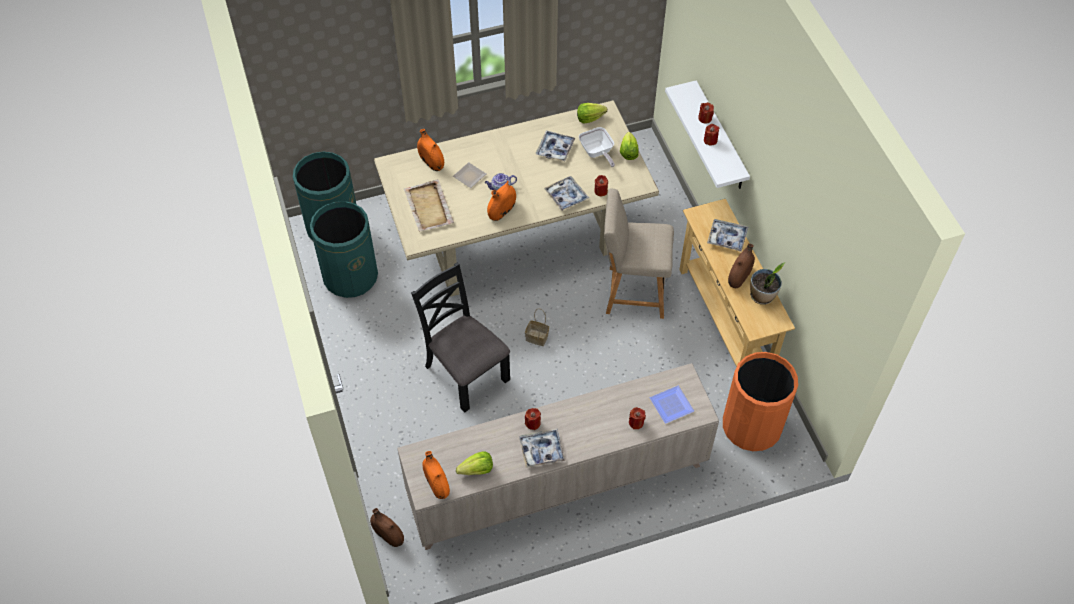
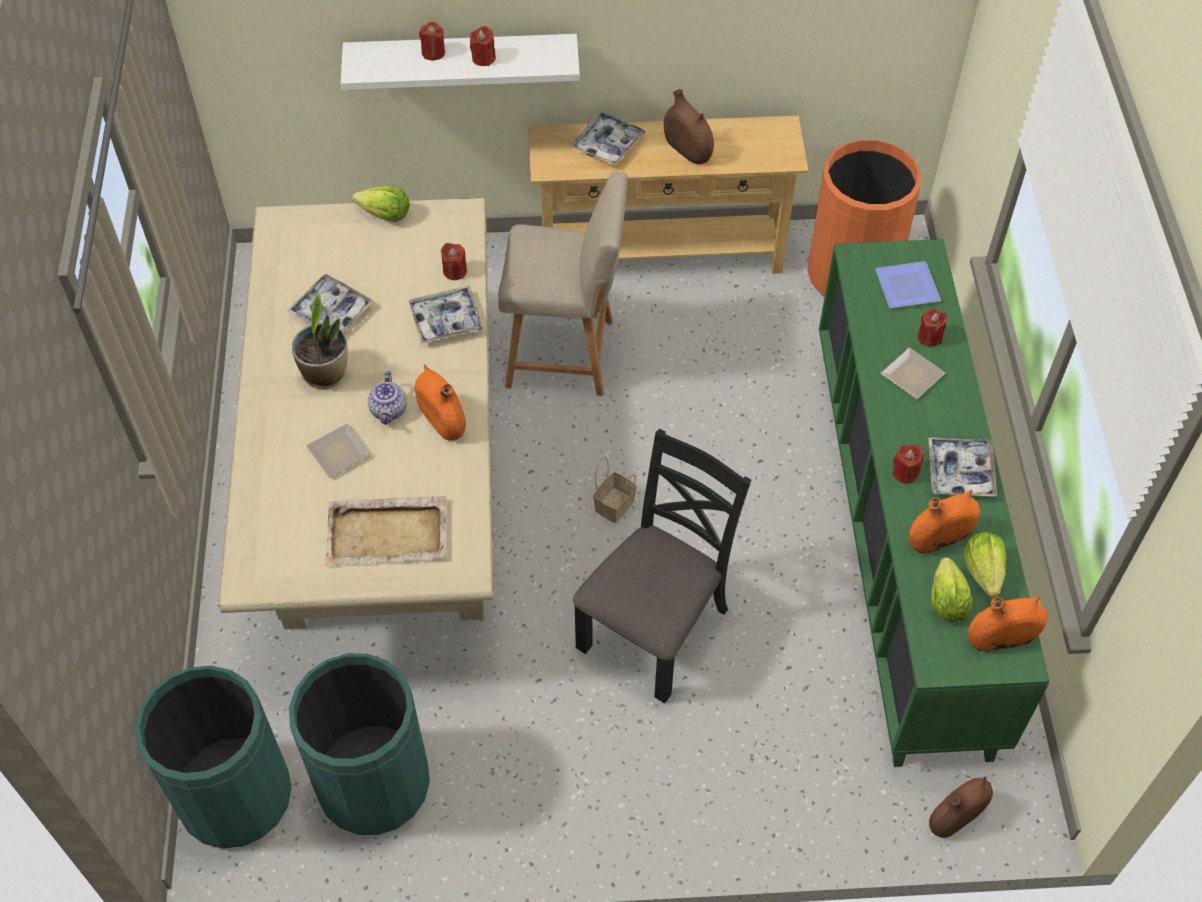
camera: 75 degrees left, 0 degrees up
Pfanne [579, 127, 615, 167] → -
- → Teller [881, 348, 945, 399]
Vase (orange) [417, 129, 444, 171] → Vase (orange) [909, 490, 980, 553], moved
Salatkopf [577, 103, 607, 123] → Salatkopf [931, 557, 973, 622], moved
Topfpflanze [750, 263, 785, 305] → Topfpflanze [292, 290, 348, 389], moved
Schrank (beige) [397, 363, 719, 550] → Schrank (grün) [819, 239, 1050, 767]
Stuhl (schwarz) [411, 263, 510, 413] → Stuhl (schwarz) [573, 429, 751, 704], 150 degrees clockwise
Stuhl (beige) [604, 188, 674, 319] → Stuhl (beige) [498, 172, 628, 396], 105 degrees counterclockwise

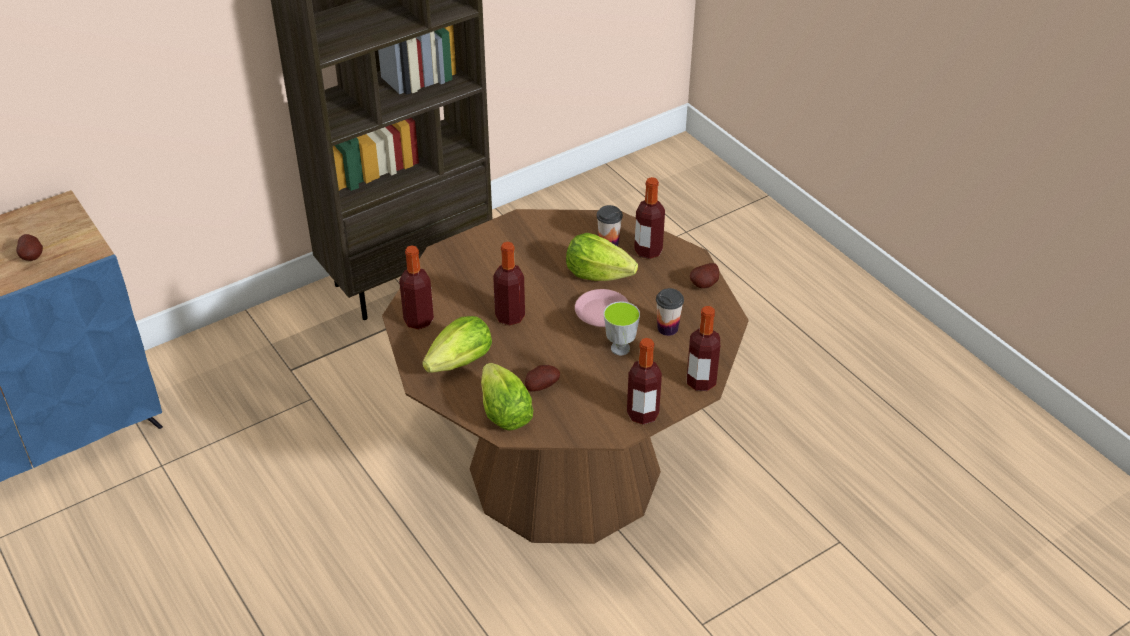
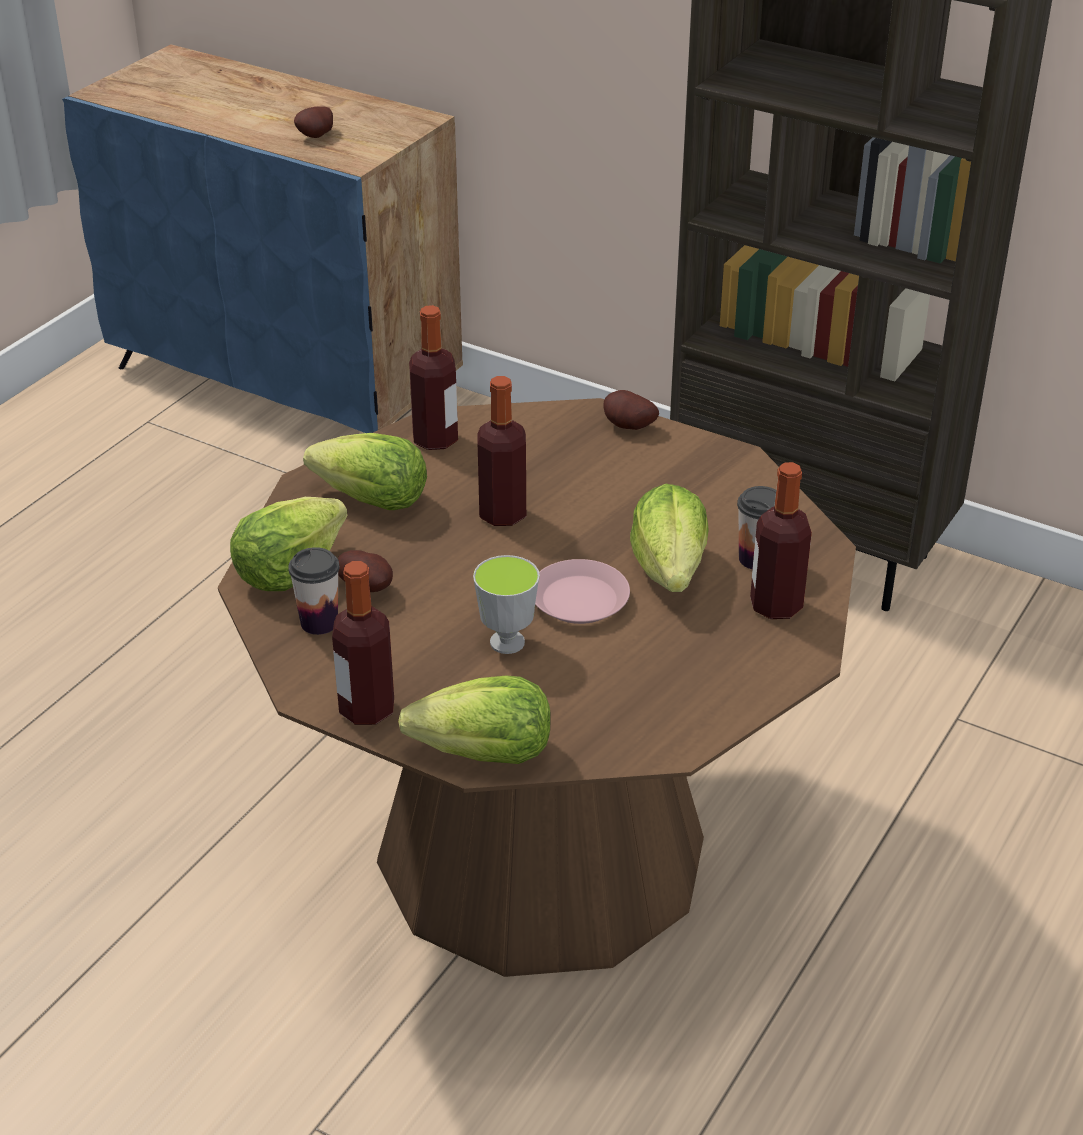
camera: 65 degrees right, 5 degrees down
Tasse [656, 288, 684, 336] → Tasse [288, 547, 340, 635], moved
Kartoffel [690, 263, 719, 288] → Kartoffel [603, 390, 659, 430], moved
Flasche [687, 306, 720, 391] → Salatkopf [398, 676, 550, 764]

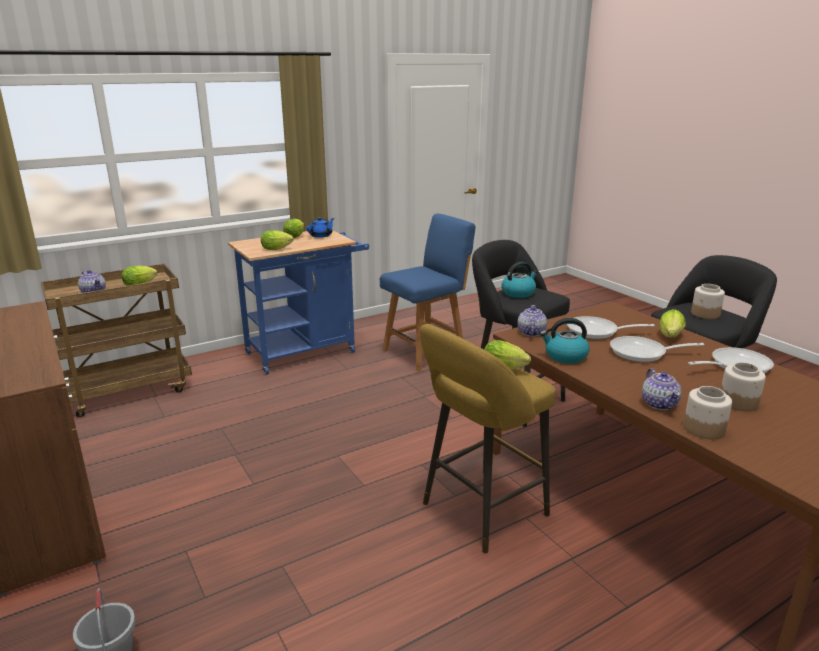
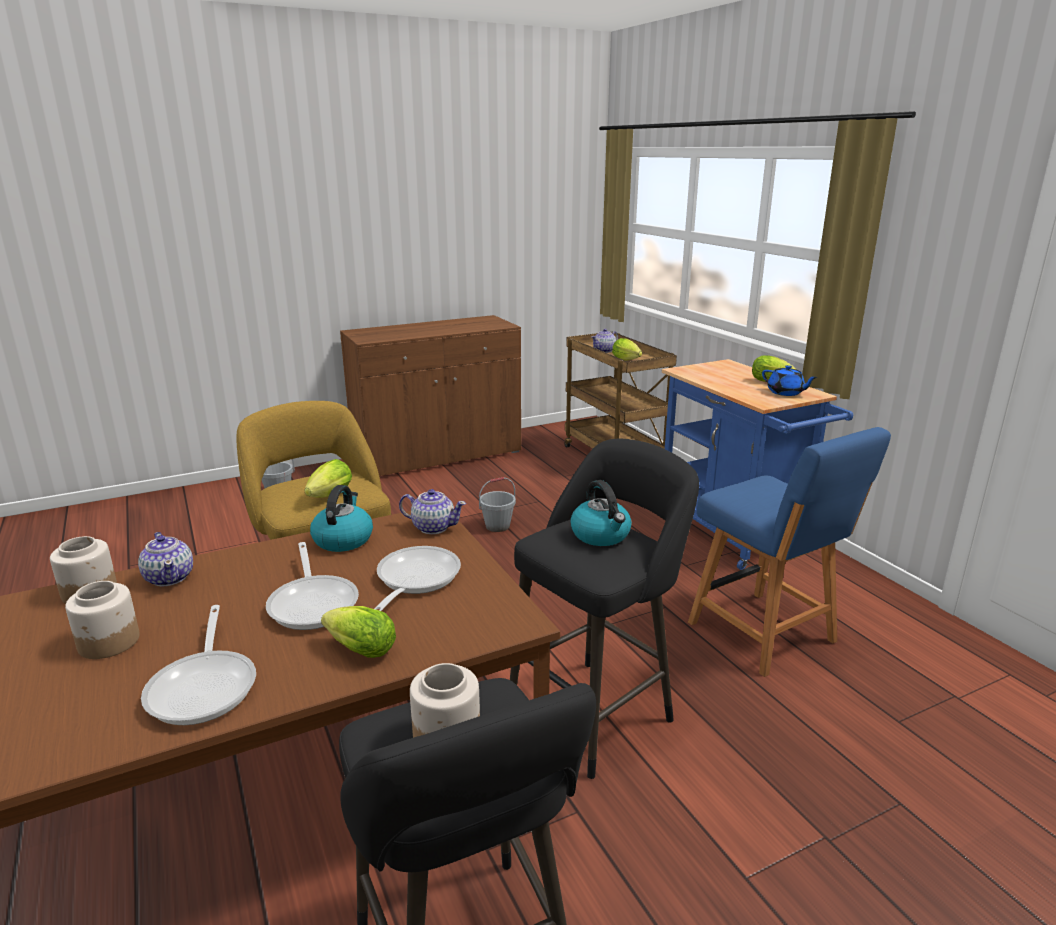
camera: 95 degrees right, 0 degrees up
Salatkopf [261, 230, 293, 250] → -
- → Eimer (grau) [479, 477, 516, 532]
Pfanne [610, 336, 704, 362] → Pfanne [266, 542, 359, 630], 150 degrees clockwise
Teekanne [642, 368, 681, 410] → Teekanne [138, 532, 193, 586], 120 degrees counterclockwise

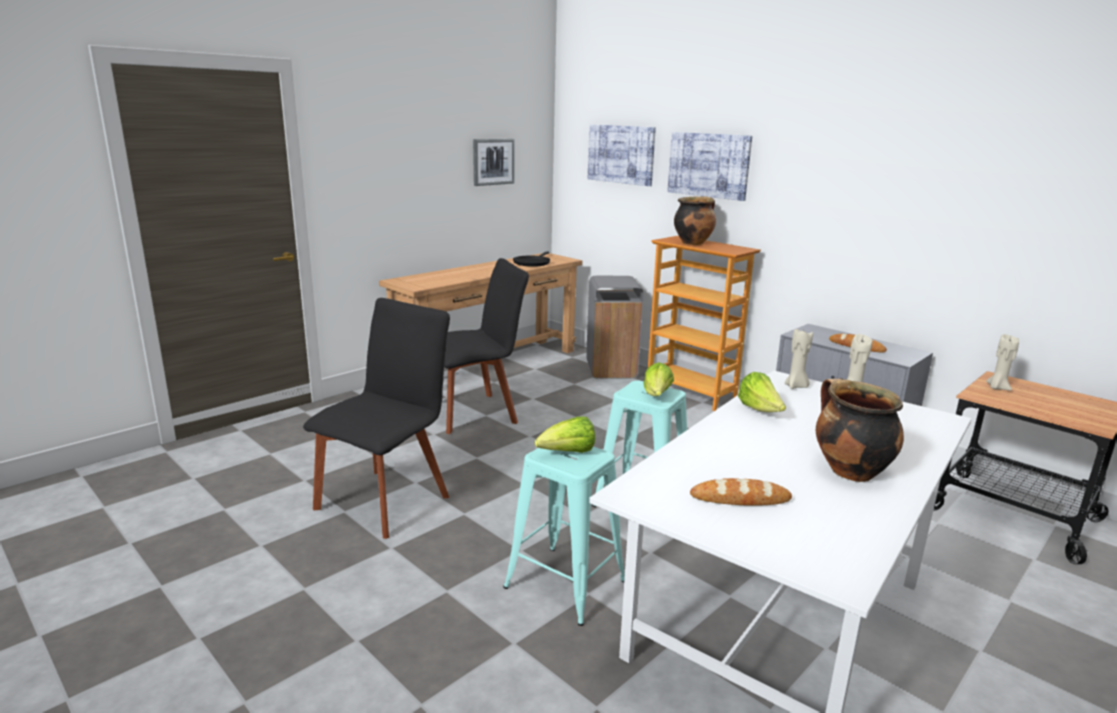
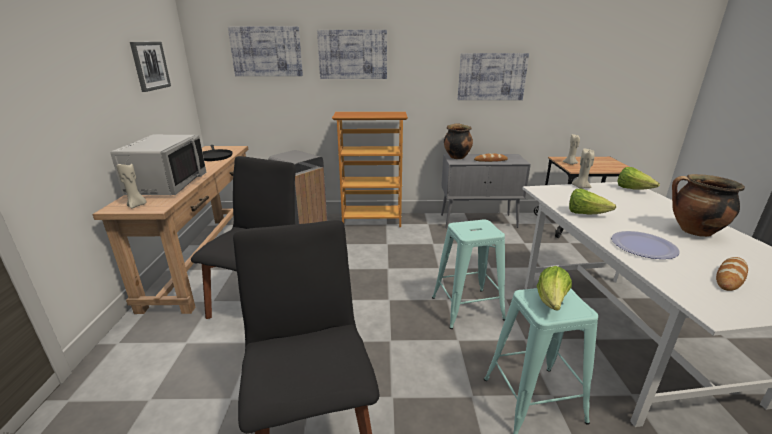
camera: 45 degrees left, 5 degrees up
- → Mikrowelle (grau) [110, 135, 206, 195]
- → Bild [458, 53, 529, 100]
- → Teller [611, 231, 680, 259]
Salatkopf [643, 362, 674, 396] → Salatkopf [617, 167, 660, 190], moved
Kochtopf [674, 197, 716, 245] → Kochtopf [444, 123, 473, 159], moved
Kerze (beige) [785, 329, 813, 389] → Kerze (beige) [116, 164, 147, 208], moved

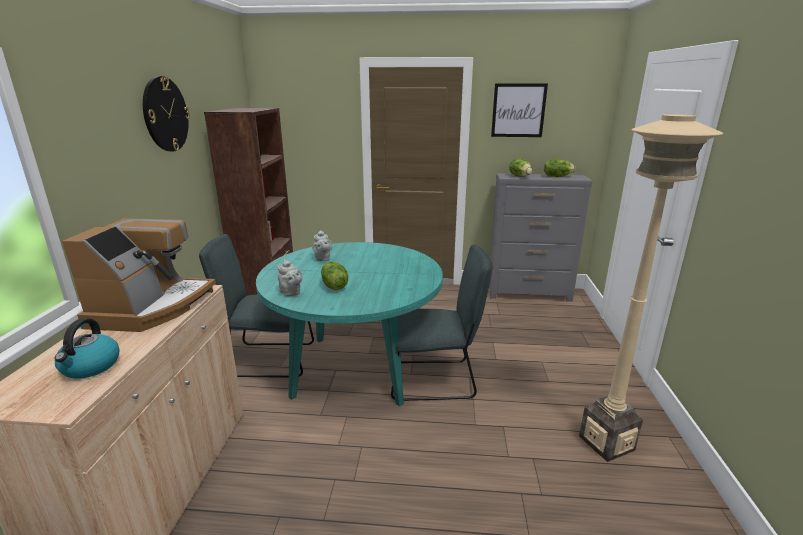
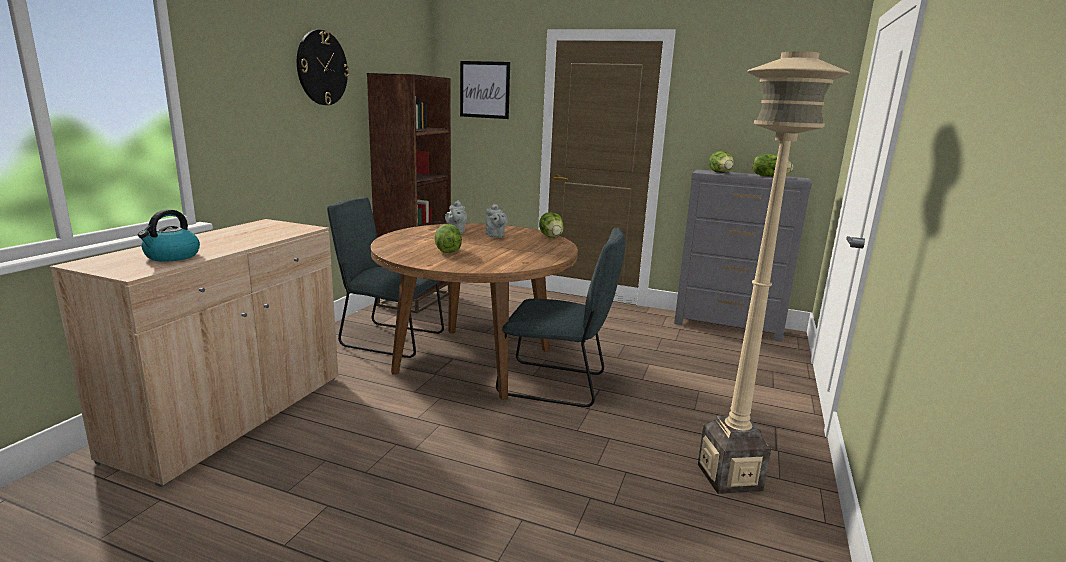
camera: 15 degrees right, 5 degrees down
Kaffeemaschine [62, 218, 216, 332] → -
- → Salatkopf [539, 212, 564, 238]
Teekanne (grau) [278, 259, 303, 296] → Teekanne (grau) [485, 204, 508, 238], moved
Bild [491, 83, 548, 137] → Bild [460, 61, 510, 119], moved
Esstisch (türkis) [256, 242, 443, 406] → Esstisch (braun) [371, 223, 578, 400]

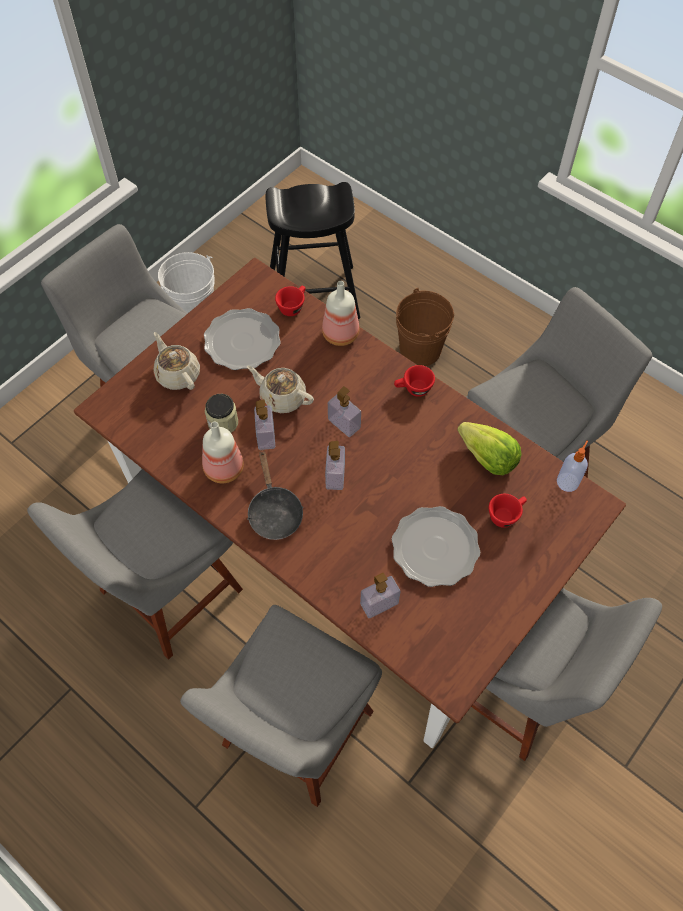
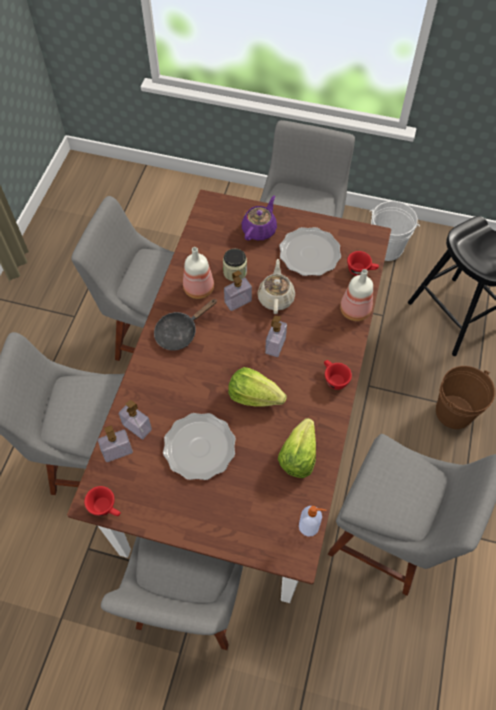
camera: 65 degrees right, 0 degrees up
- → Salatkopf [228, 367, 287, 407]
Seifenspender [325, 441, 345, 490] → Seifenspender [98, 425, 133, 462], moved
Tasse (rot) [489, 494, 527, 528] → Tasse (rot) [84, 486, 121, 516], moved
Teekanne (beige) [153, 332, 200, 390] → Teekanne (lila) [241, 196, 277, 241]

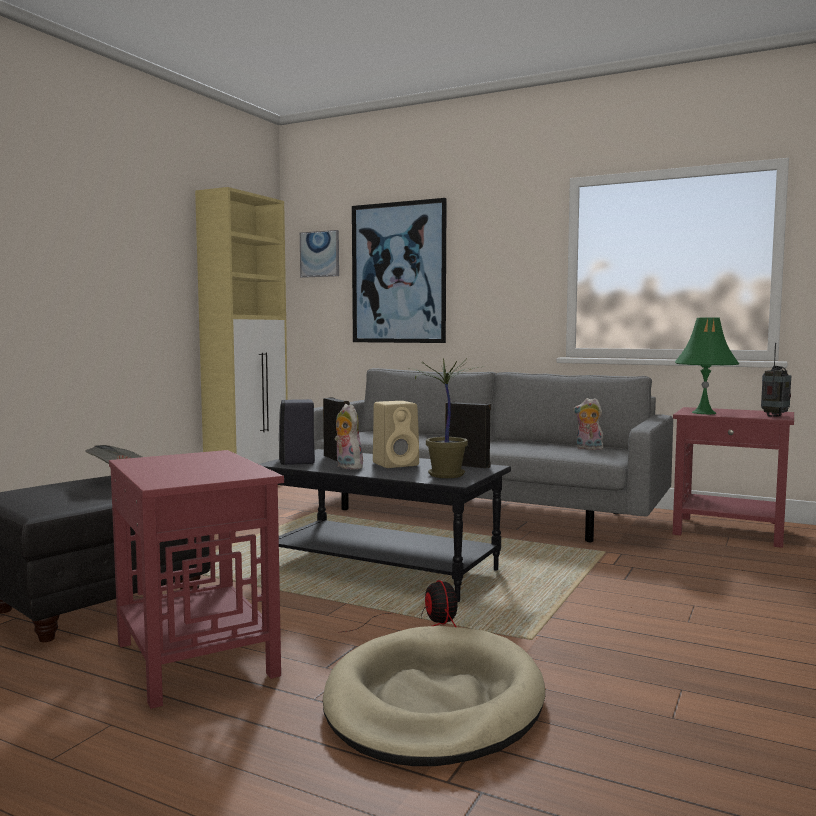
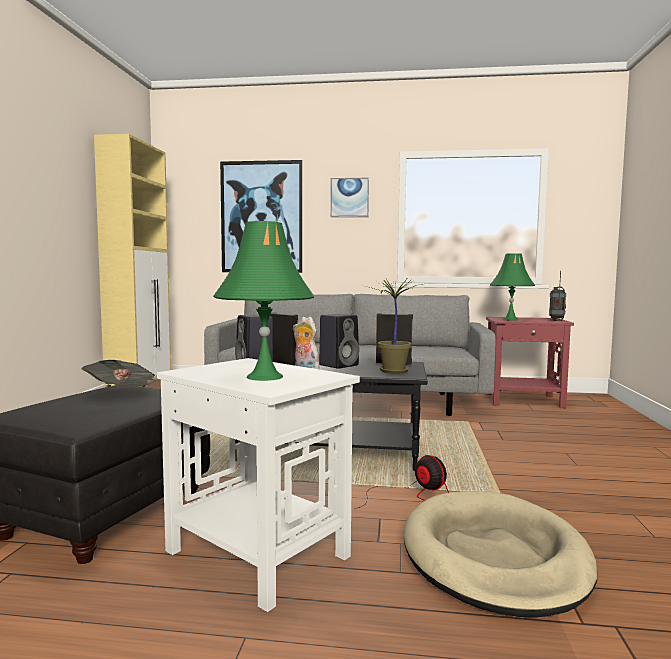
camera: 20 degrees left, 0 degrees up
Plüschtier [573, 398, 603, 450] → -
- → Tischlampe (grün) [213, 221, 315, 381]
Bild [300, 230, 339, 278] → Bild [330, 178, 369, 217], moved
Beistelltisch (rot) [109, 450, 284, 709] → Beistelltisch (weiß) [157, 358, 360, 612]
Lautsprecher (beige) [373, 401, 419, 468] → Lautsprecher (schwarz) [319, 314, 359, 369]

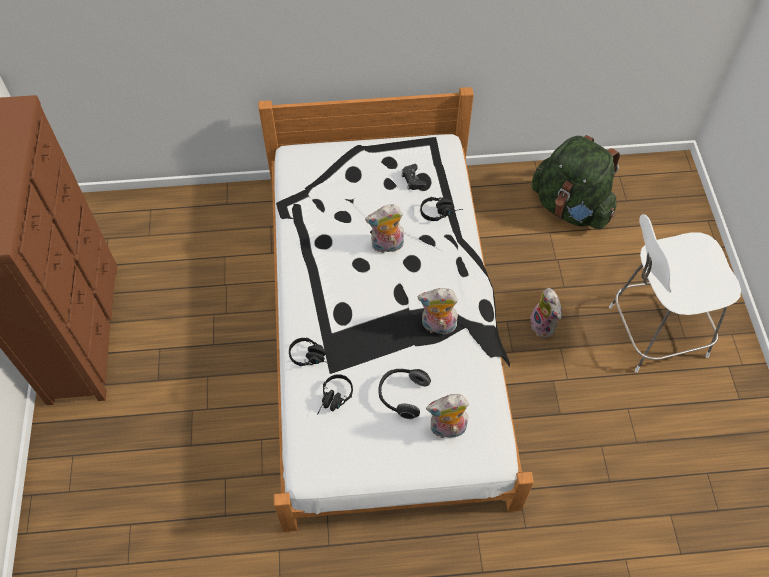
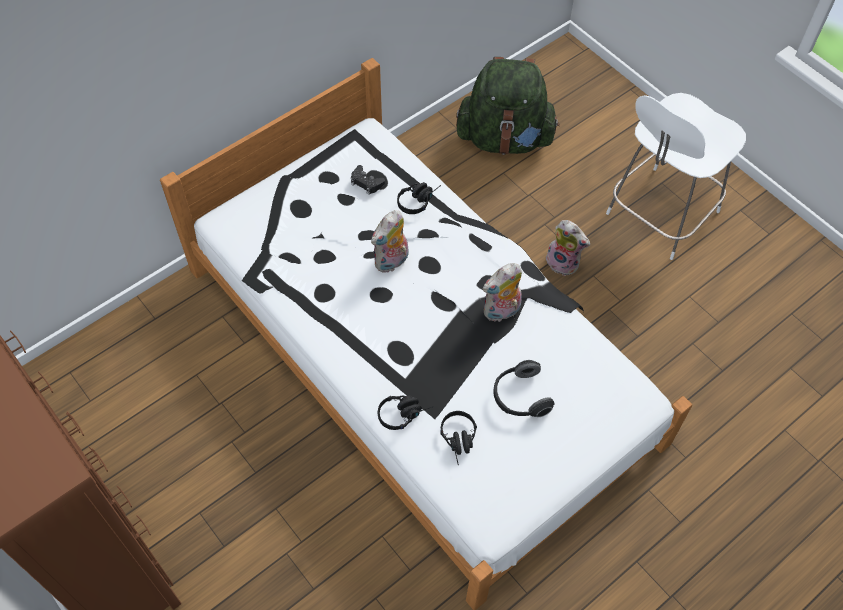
camera: 35 degrees left, 0 degrees up
Plüschtier [426, 394, 469, 438] → -

